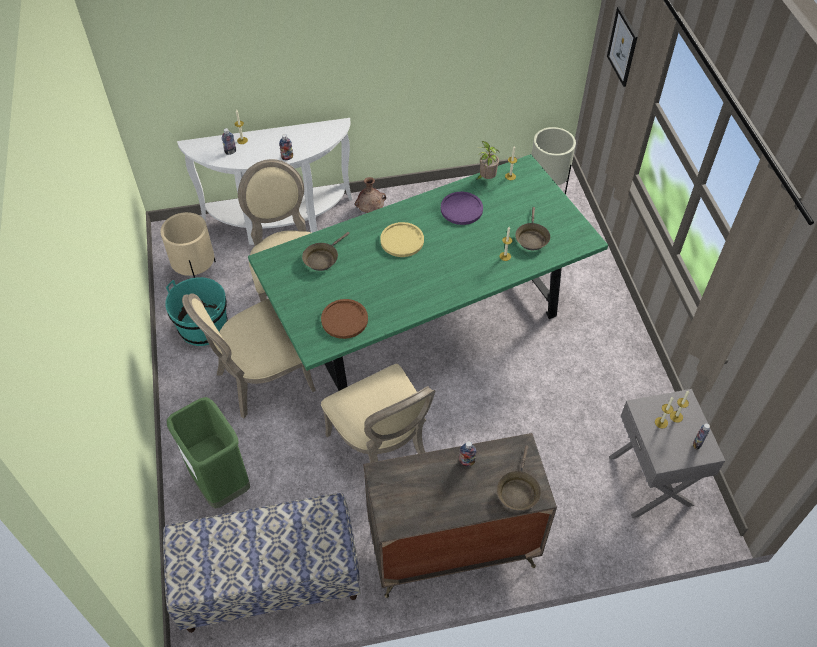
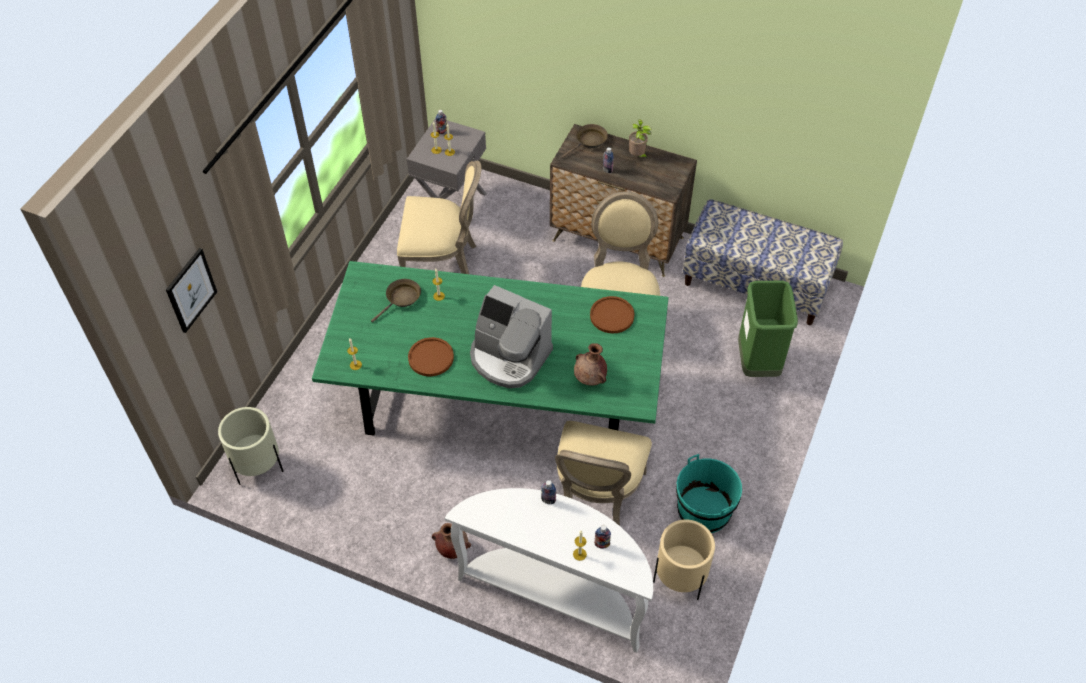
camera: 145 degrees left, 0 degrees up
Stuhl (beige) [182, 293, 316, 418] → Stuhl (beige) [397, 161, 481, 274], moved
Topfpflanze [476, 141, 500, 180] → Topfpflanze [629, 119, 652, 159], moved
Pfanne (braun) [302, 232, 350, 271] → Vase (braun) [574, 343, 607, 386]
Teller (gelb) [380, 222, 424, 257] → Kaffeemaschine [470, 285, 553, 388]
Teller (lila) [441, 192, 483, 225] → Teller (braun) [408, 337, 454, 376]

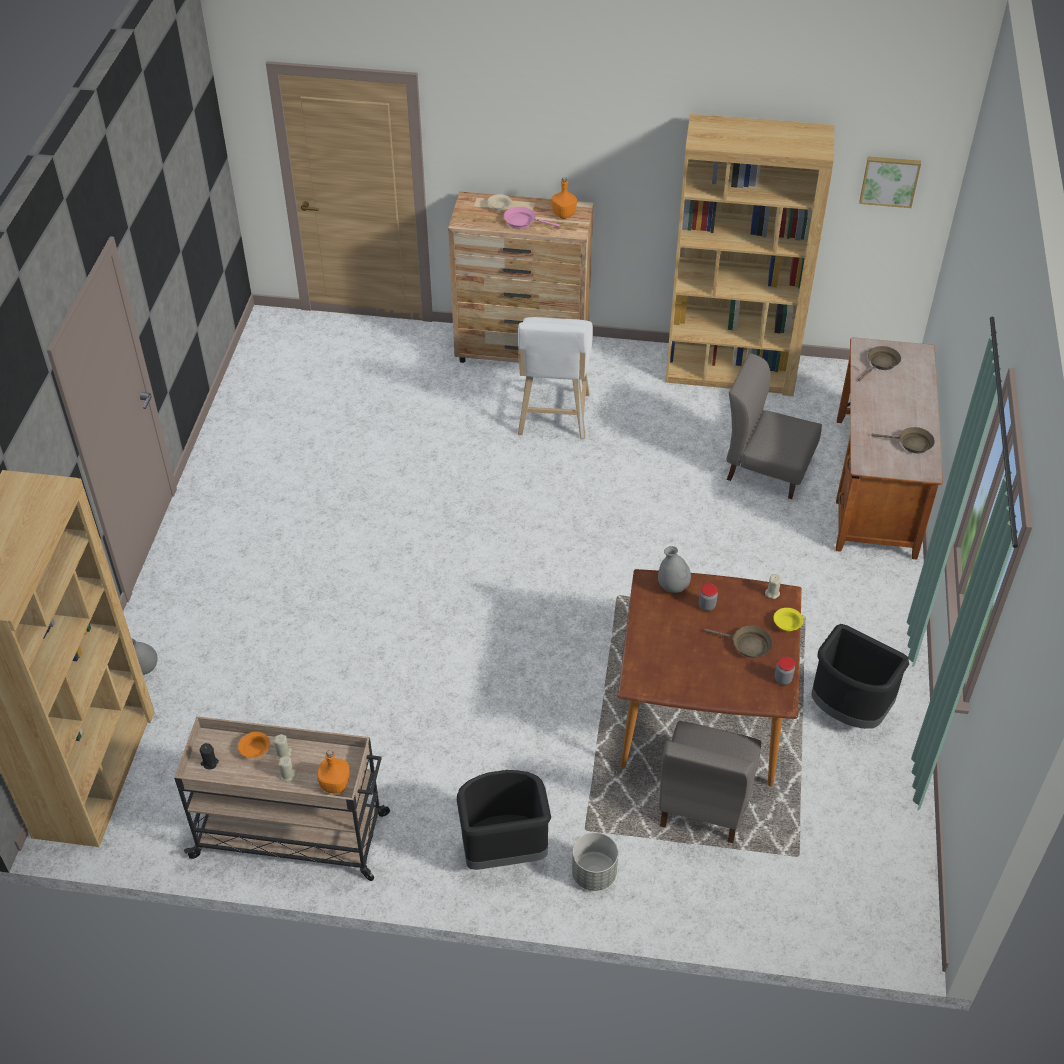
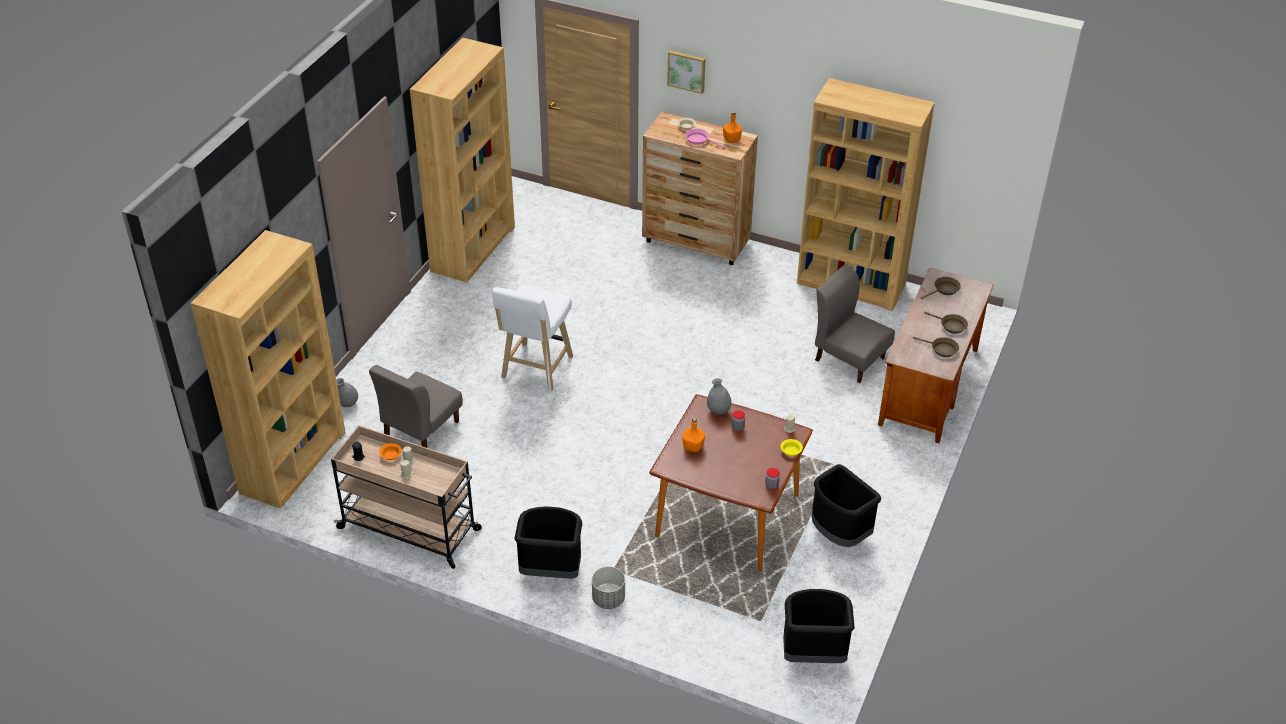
camera: 15 degrees right, 5 degrees down
- → Bücherregal (braun) [410, 38, 515, 282]
- → Mülleimer (schwarz) [783, 589, 855, 663]
Flasche (orange) [317, 750, 350, 794] → Flasche (orange) [682, 418, 705, 452], moved
Hocker (weiß) [518, 317, 593, 439] → Hocker (weiß) [492, 285, 573, 391], moved
Stuhl (grau) [659, 721, 761, 843] → Stuhl (grau) [369, 365, 463, 448], moved
Pfanne (braun) [704, 626, 773, 658] → Pfanne (braun) [924, 312, 968, 334], moved
Bild [860, 156, 921, 208] → Bild [667, 50, 705, 94], moved

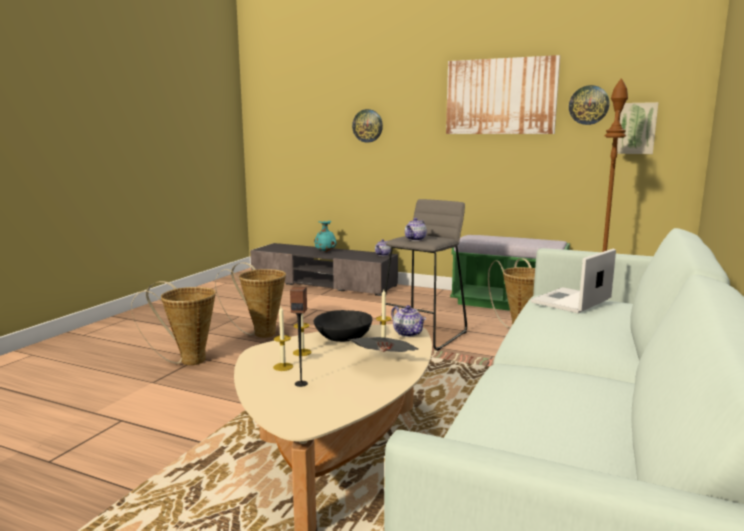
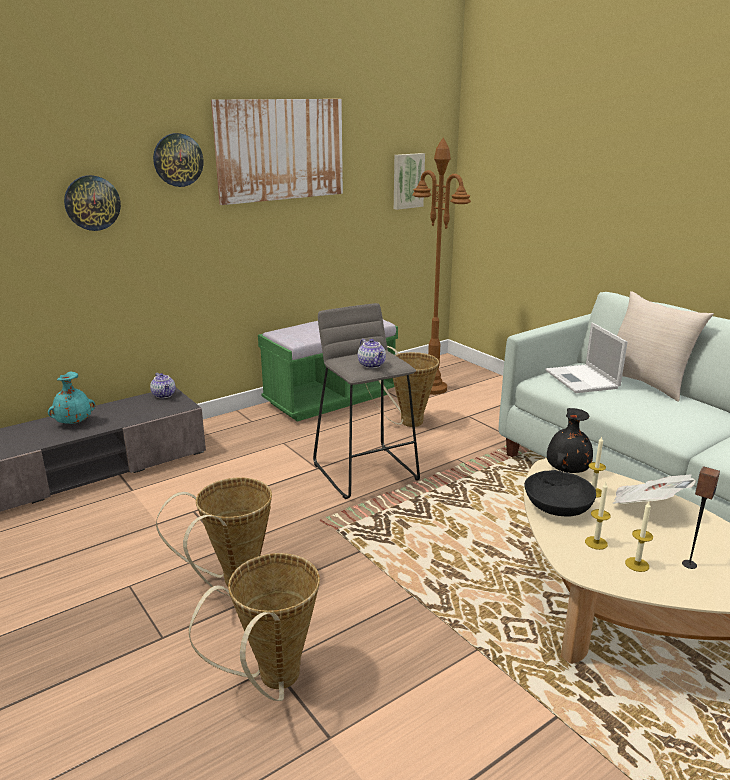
camera: 60 degrees left, 10 degrees up
- → Kissen (beige) [617, 291, 714, 402]
Wanduhr [569, 85, 609, 125] → Wanduhr [153, 133, 204, 187], moved
Teekanne [391, 305, 426, 337] → Vase (schwarz) [547, 408, 593, 473]

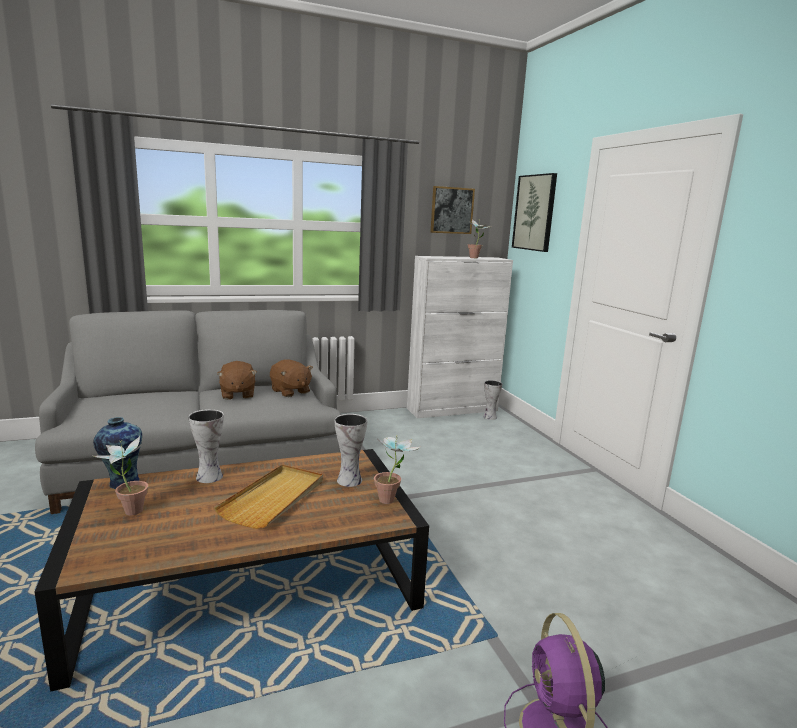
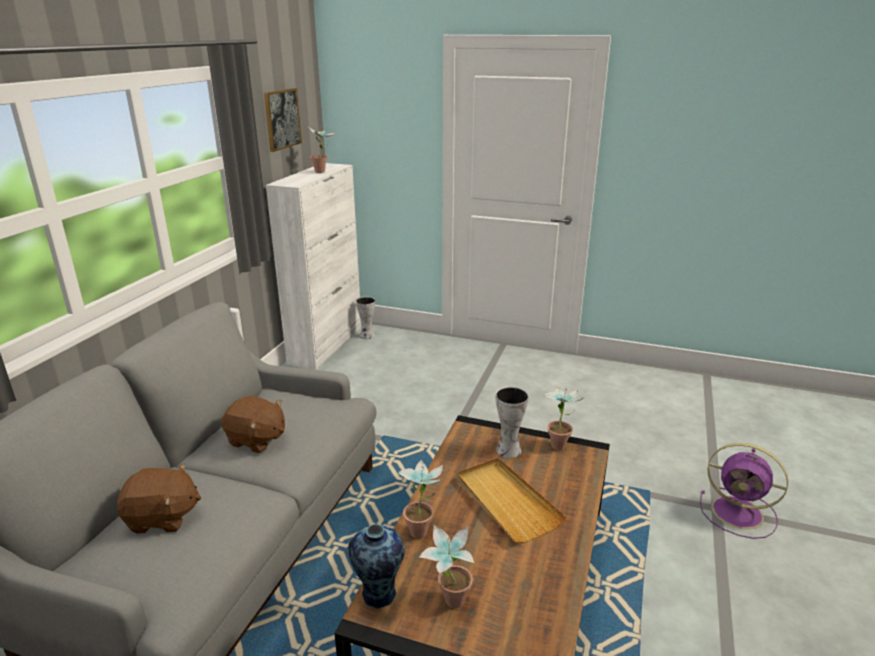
camera: 50 degrees left, 10 degrees up
Bild [512, 173, 557, 252] → -
Plüschtier (braun) [270, 359, 313, 397] → Plüschtier (braun) [117, 463, 201, 534], moved
Vase [189, 409, 224, 483] → Topfpflanze [398, 460, 443, 539]

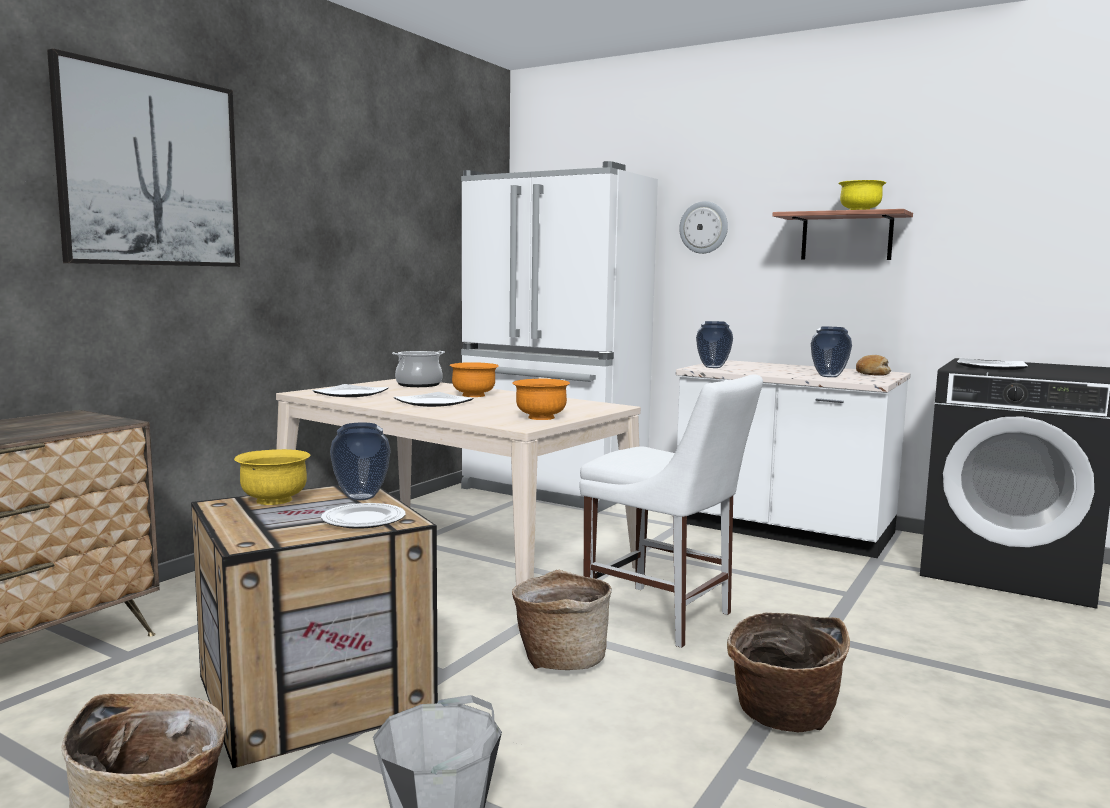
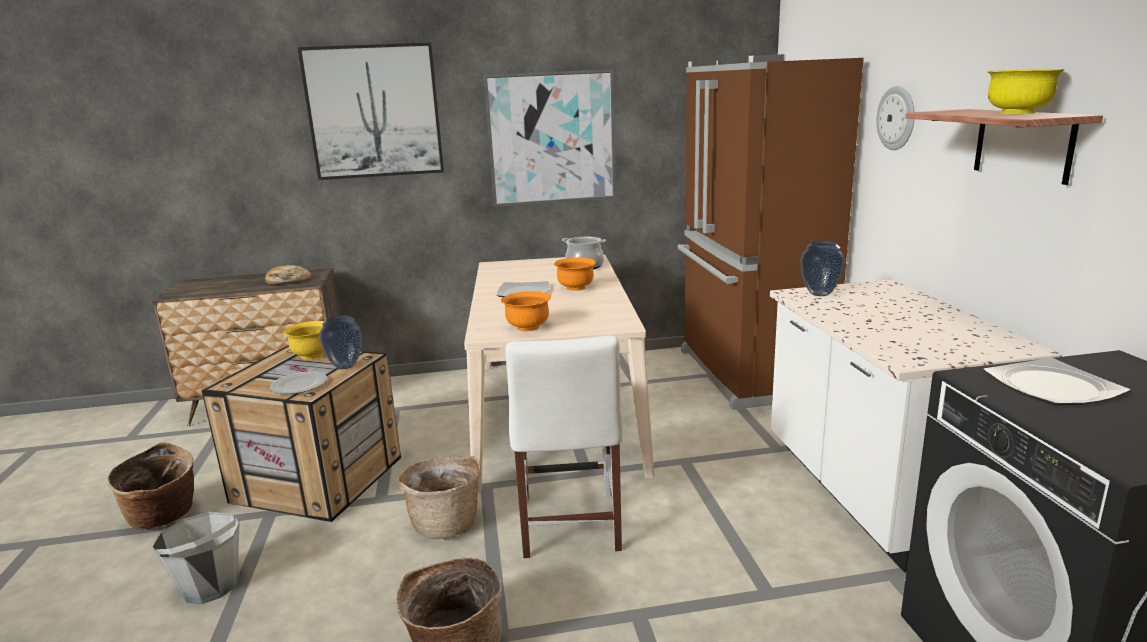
camera: 50 degrees right, 10 degrees up
Teller [312, 384, 389, 397] → -
Vase [811, 327, 852, 377] → -
- → Bild [483, 69, 616, 207]
Brot [856, 355, 891, 376] → Brot [265, 265, 311, 285], moved
Kühlschrank (weiß) [461, 161, 658, 513] → Kühlschrank (braun) [677, 54, 864, 410]

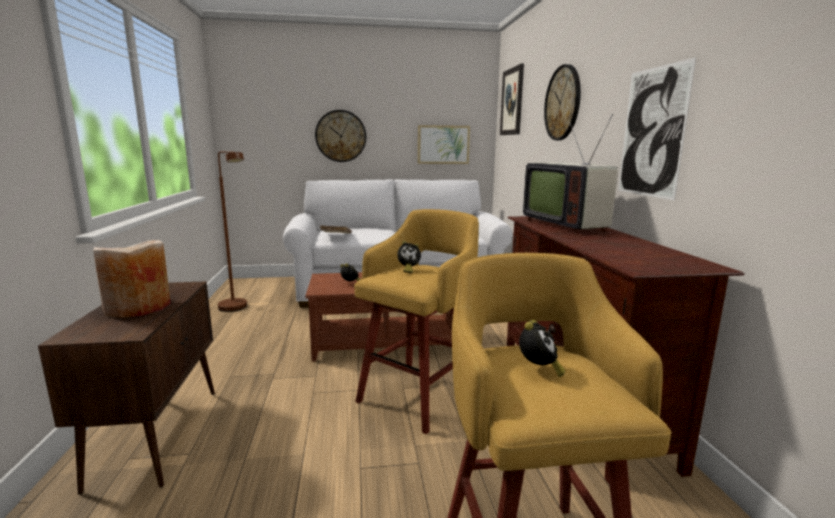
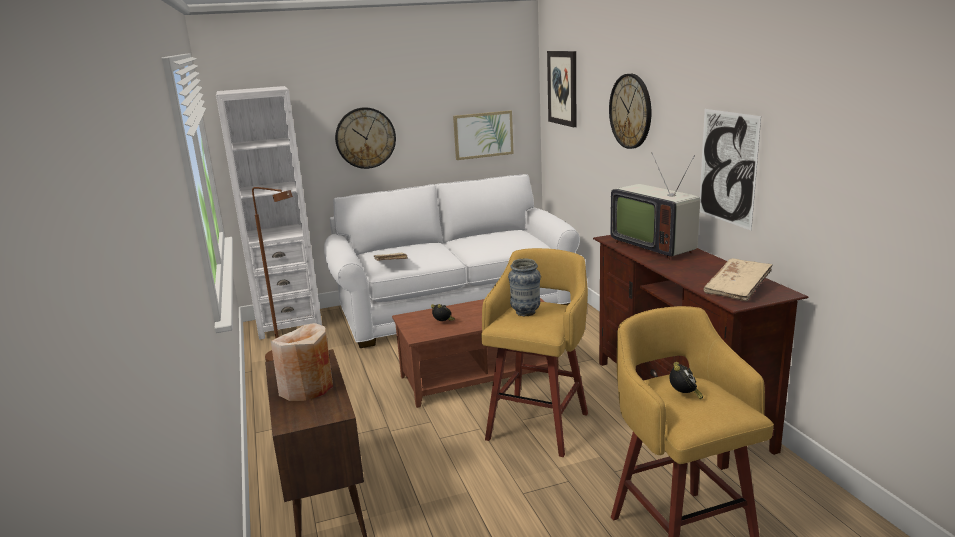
camera: 10 degrees left, 5 degrees up
- → Bücherregal (weiß) [216, 86, 322, 340]
- → Buch (beige) [703, 258, 773, 301]
Wecker [397, 241, 421, 273] → Vase [508, 258, 541, 316]

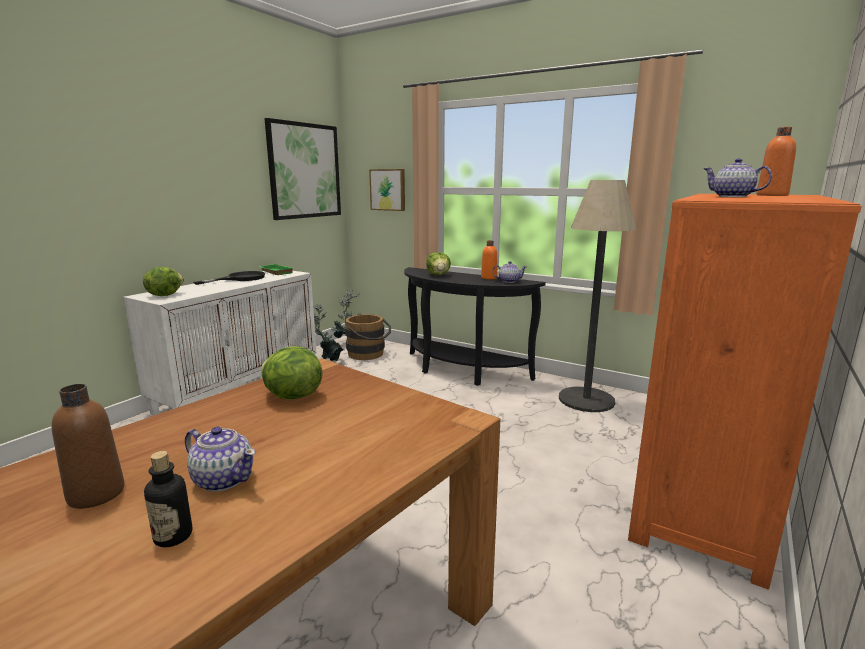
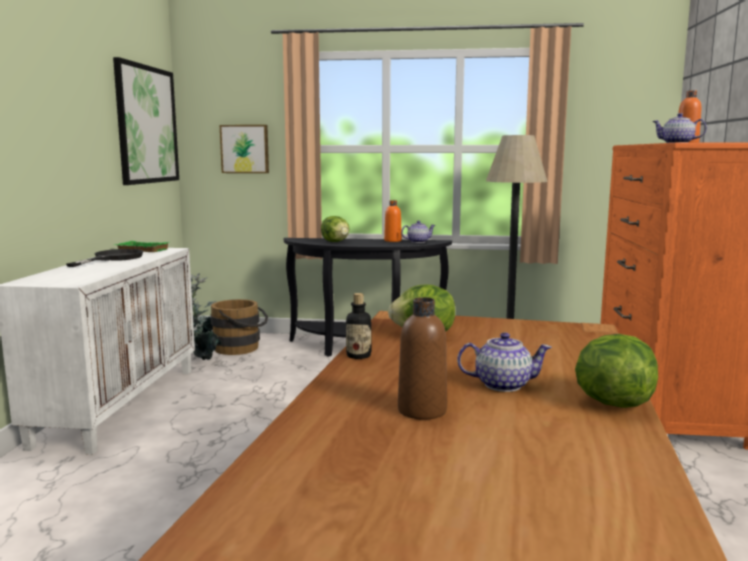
camera: 25 degrees left, 5 degrees down
Salatkopf [143, 267, 184, 296] → Salatkopf [575, 334, 658, 408], moved
Flasche [144, 451, 193, 547] → Flasche [346, 293, 371, 359], moved

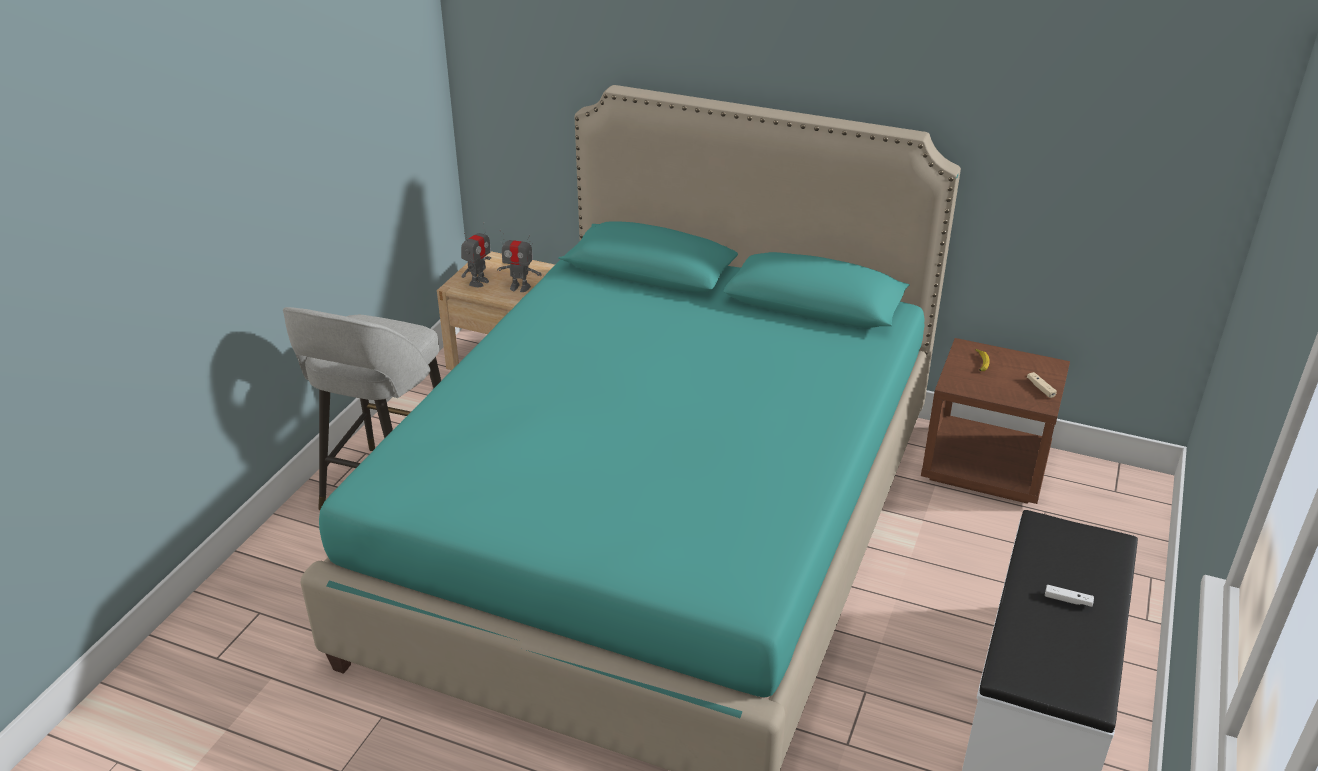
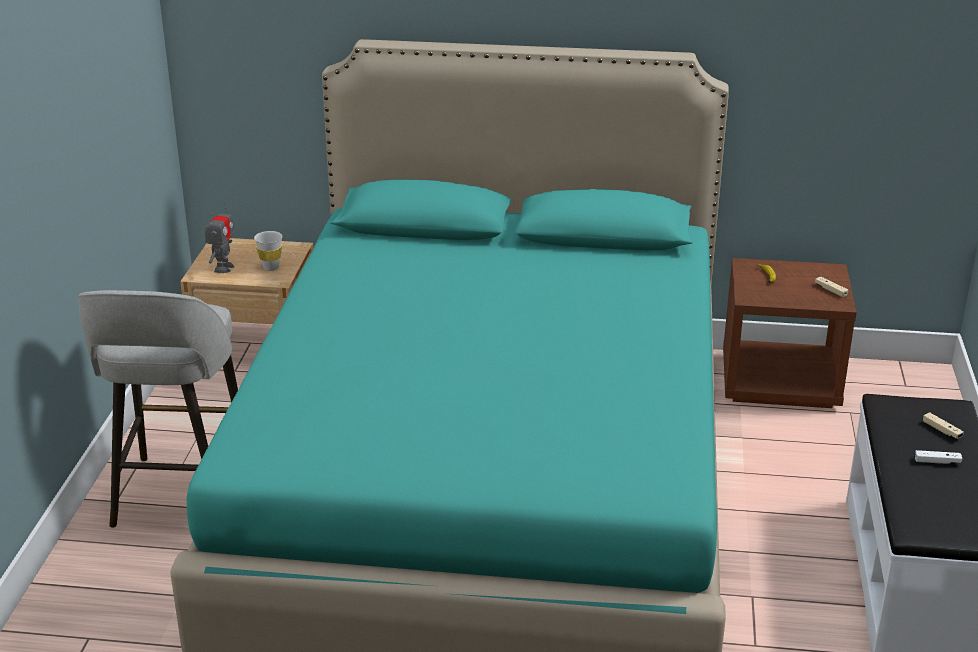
camera: 15 degrees left, 5 degrees down
- → Gamepad (beige) [923, 412, 964, 439]
Spielzeugroboter [497, 230, 542, 292] → Tasse (weiß) [254, 231, 283, 271]

